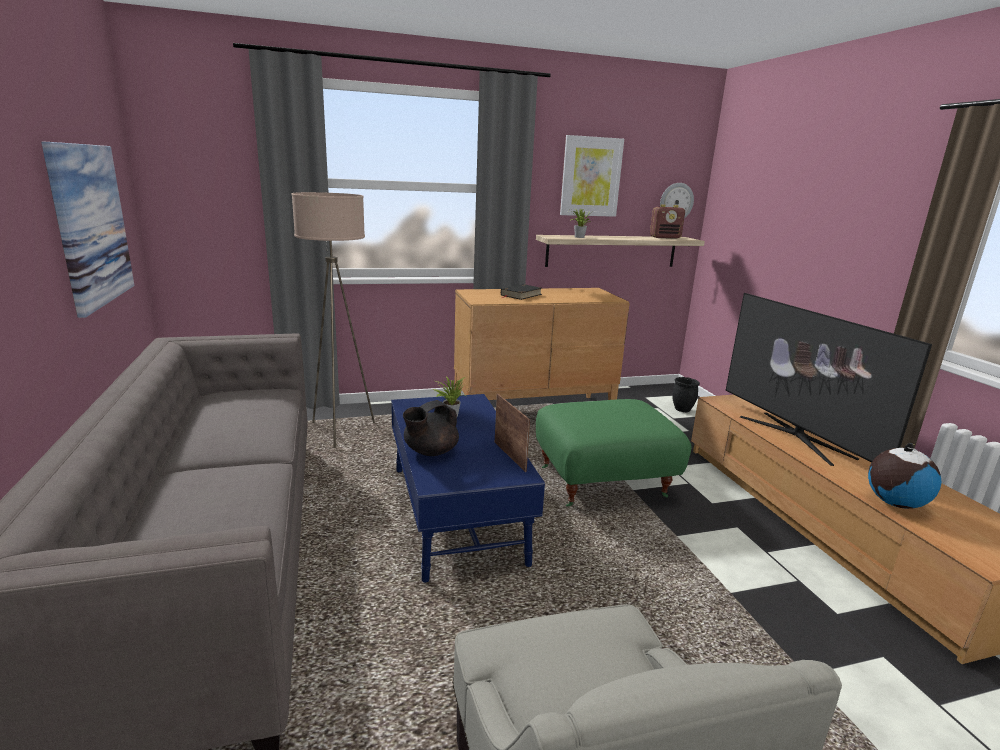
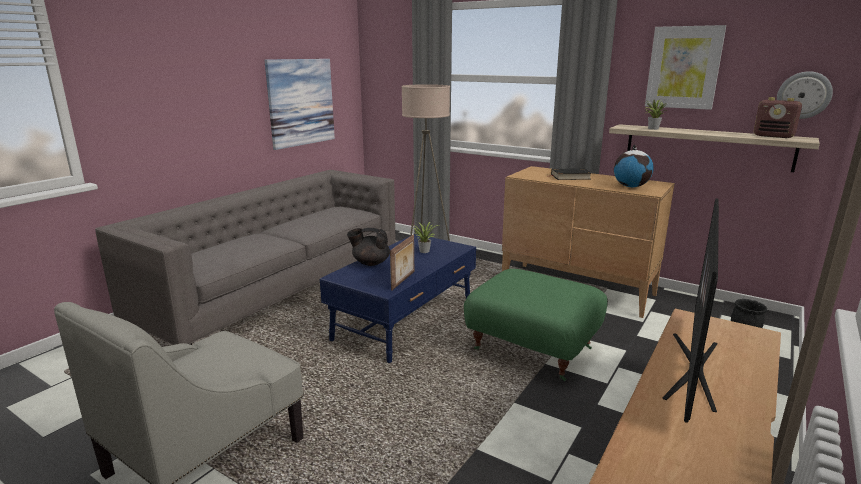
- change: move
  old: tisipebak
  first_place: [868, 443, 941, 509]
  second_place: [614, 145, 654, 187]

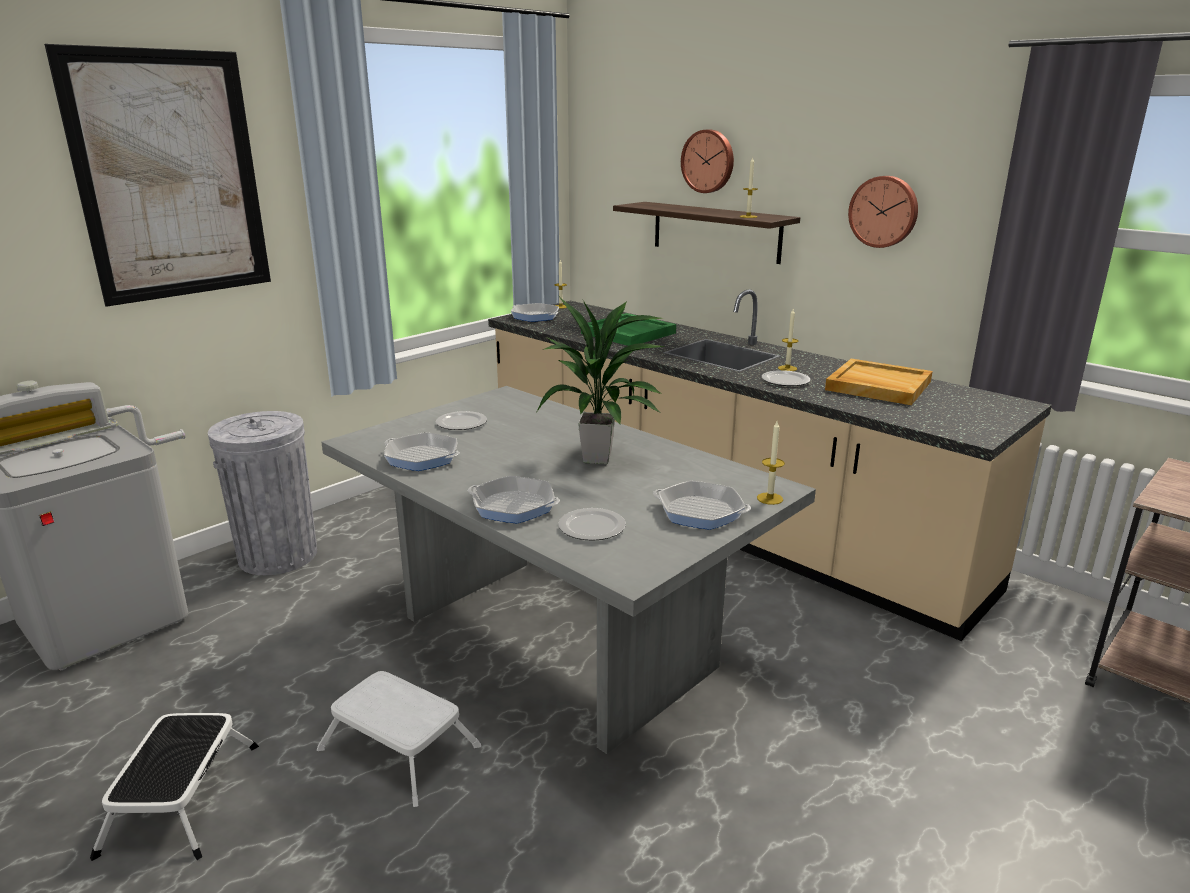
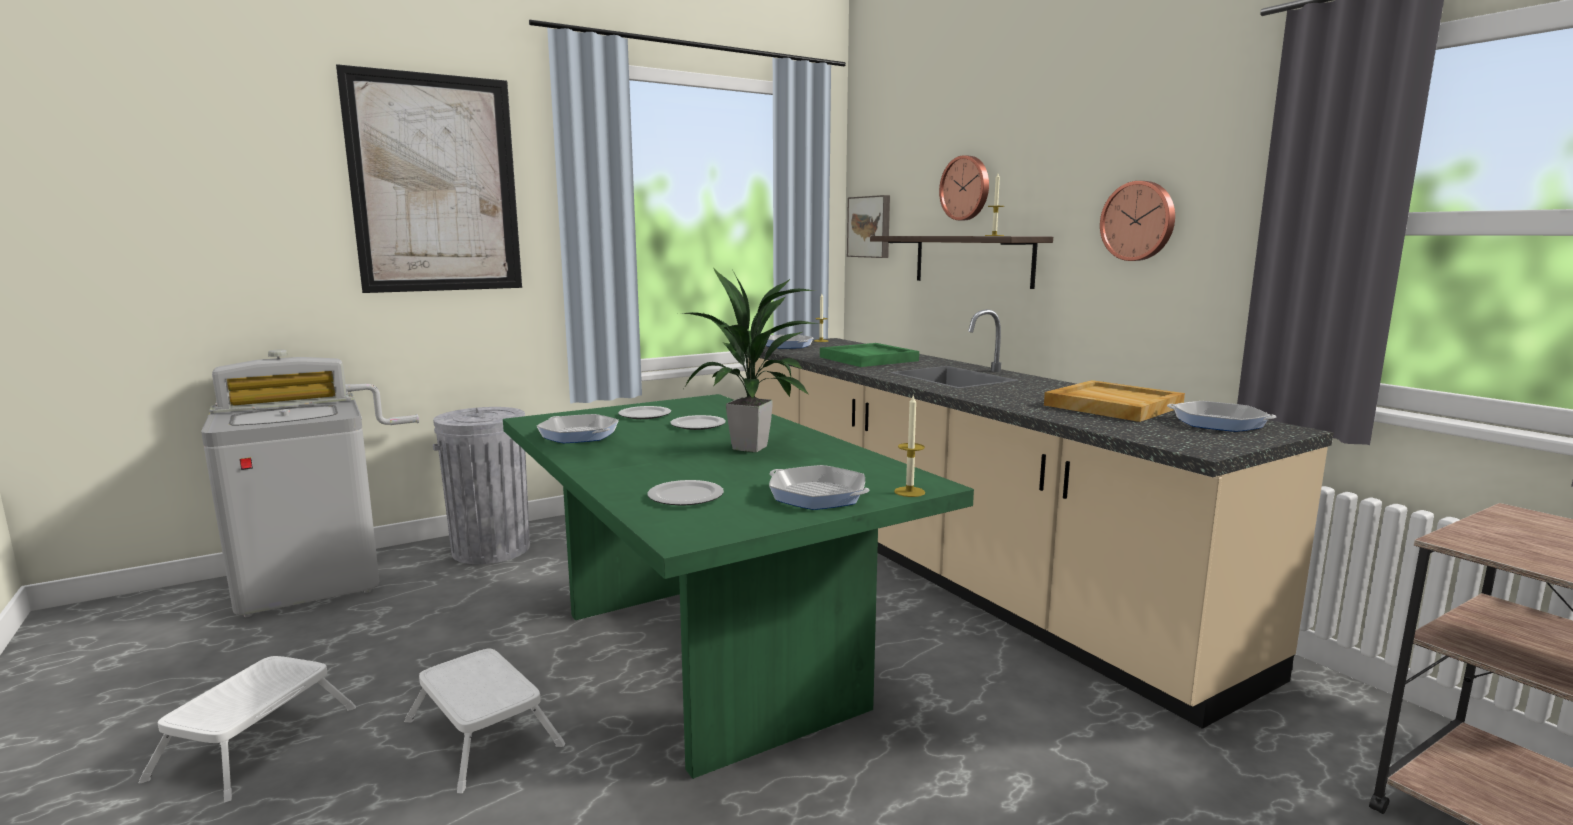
- change: recolor
  old: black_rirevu
  new: white_rirevu
  first_place: [90, 713, 259, 861]
  second_place: [139, 656, 356, 802]
- change: recolor
  old: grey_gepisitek
  new: green_gepisitek
  first_place: [321, 386, 816, 754]
  second_place: [503, 394, 974, 779]
- change: move
  old: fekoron
  first_place: [468, 476, 560, 524]
  second_place: [1167, 401, 1276, 432]
- change: move
  old: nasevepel
  first_place: [762, 370, 810, 386]
  second_place: [670, 415, 726, 430]
- change: delete
  old: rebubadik
  first_place: [778, 309, 799, 371]
- change: insert
  new: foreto
  second_place: [847, 195, 890, 258]

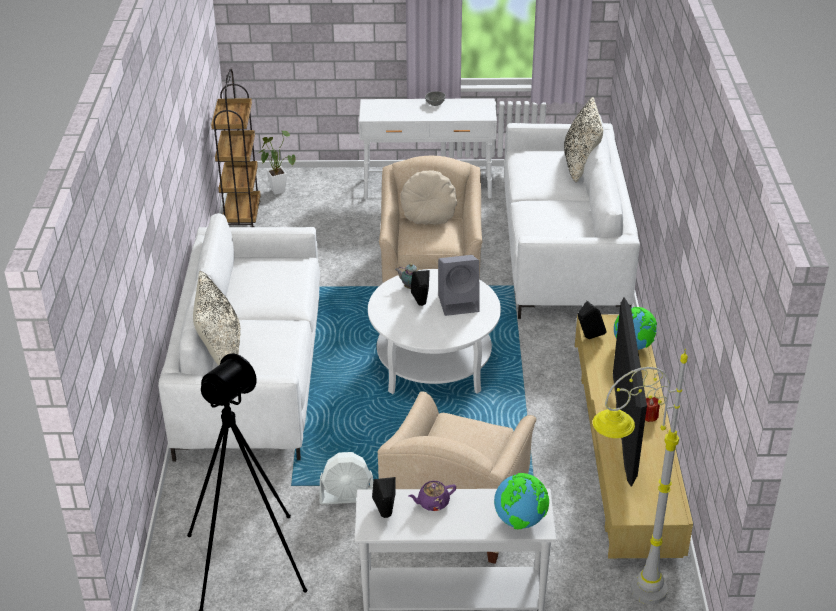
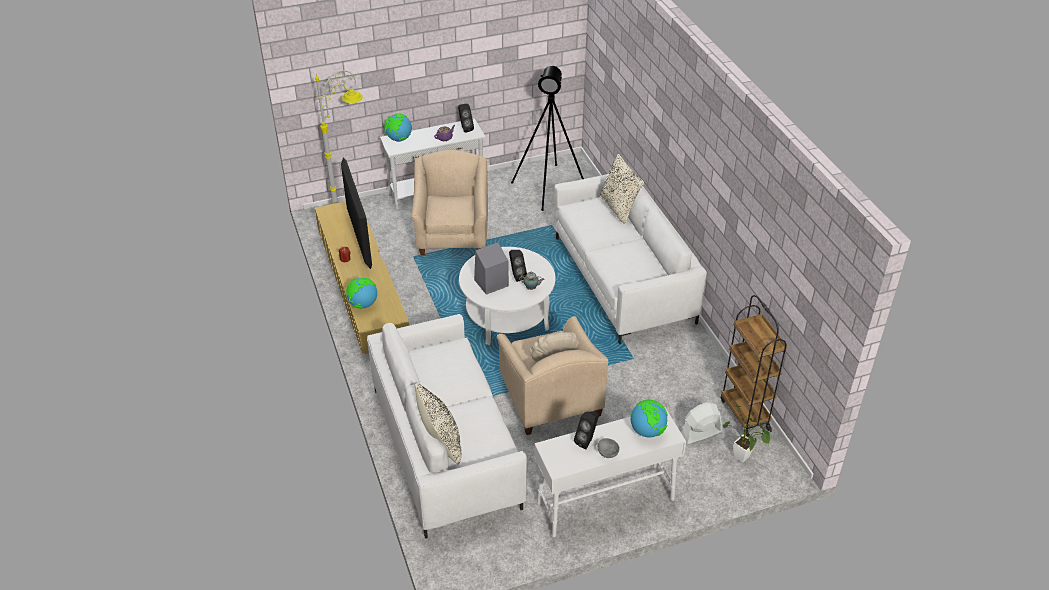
- change: move
  old: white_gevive
  first_place: [319, 452, 373, 504]
  second_place: [681, 402, 722, 444]
- change: move
  old: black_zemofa
  first_place: [578, 301, 606, 339]
  second_place: [574, 411, 599, 449]
- change: insert
  new: tisipebak
  second_place: [630, 400, 668, 437]

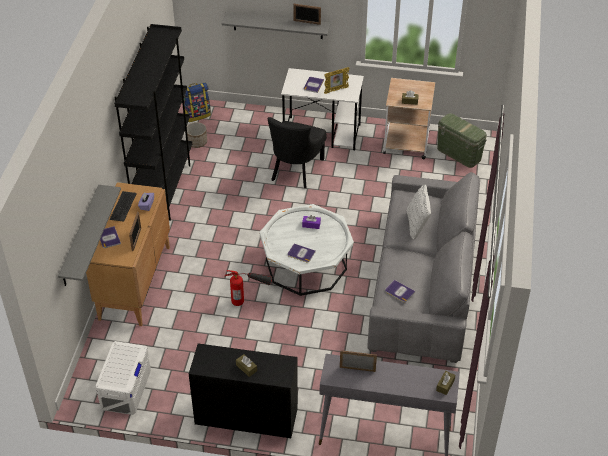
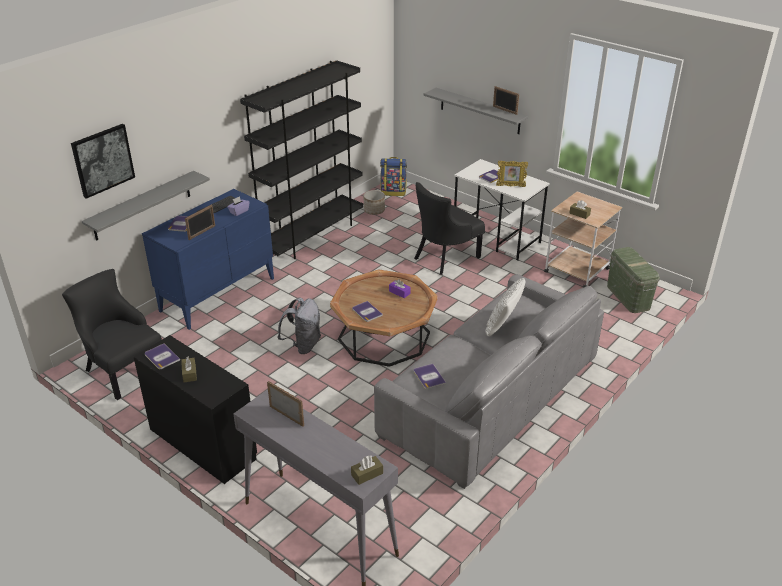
- change: recolor
  old: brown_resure
  new: blue_resure
  first_place: [86, 182, 170, 326]
  second_place: [142, 189, 274, 330]
- change: replace
  old: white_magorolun
  new: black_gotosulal
  first_place: [96, 341, 151, 415]
  second_place: [62, 269, 162, 400]
- change: replace
  old: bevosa
  new: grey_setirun
  first_place: [225, 270, 272, 306]
  second_place: [277, 298, 321, 354]
- change: recolor
  old: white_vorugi
  new: brown_vorugi
  first_place: [259, 204, 354, 296]
  second_place: [330, 269, 438, 367]
- change: insert
  new: foreto
  second_place: [71, 124, 135, 199]
- change: insert
  new: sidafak
  second_place: [145, 344, 180, 369]

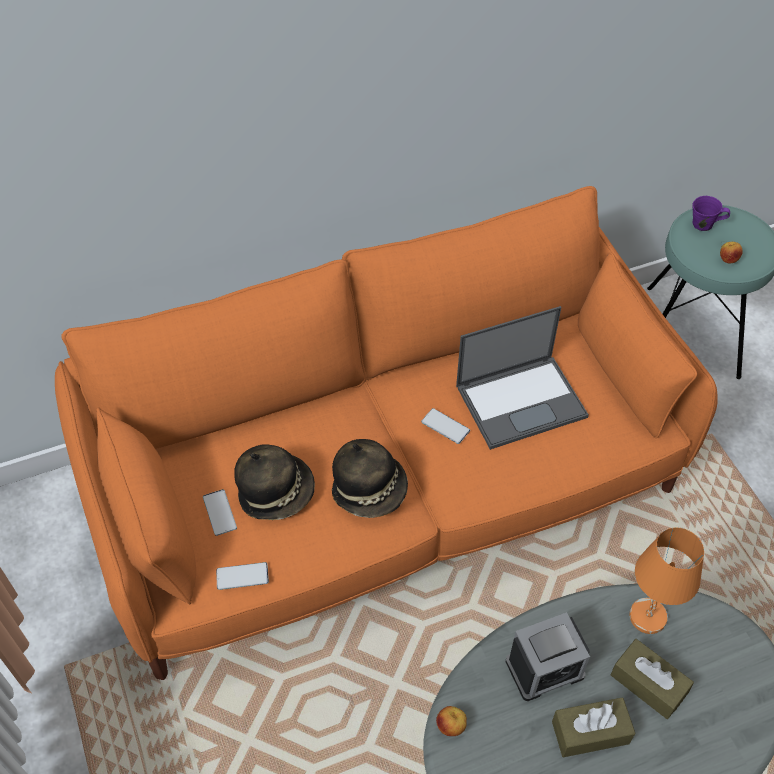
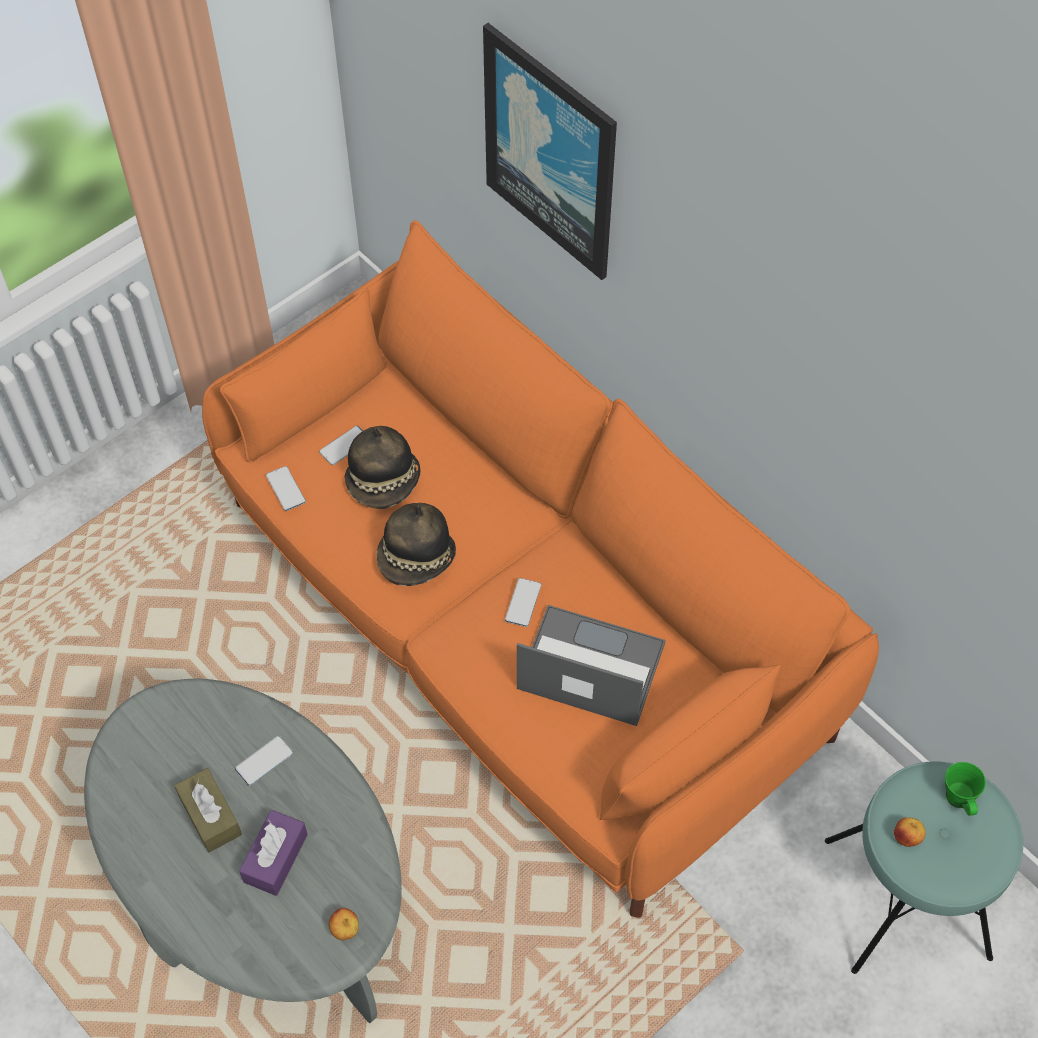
- change: move
  old: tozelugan
  first_place: [436, 706, 467, 736]
  second_place: [329, 908, 359, 940]
- change: rotate
  old: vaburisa
  first_place: [456, 306, 589, 450]
  second_place: [517, 605, 666, 726]
  degrees: 150
- change: replace
  old: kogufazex
  new: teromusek
  first_place: [506, 612, 590, 701]
  second_place: [235, 736, 293, 786]
- change: recolor
  old: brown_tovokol
  new: purple_tovokol
  first_place: [610, 639, 694, 719]
  second_place: [239, 810, 308, 896]
- change: delete
  old: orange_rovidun
  first_place: [629, 527, 704, 634]
- change: recolor
  old: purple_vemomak
  new: green_vemomak
  first_place: [692, 196, 730, 231]
  second_place: [945, 762, 986, 816]
- change: insert
  new: foreto
  second_place: [483, 23, 617, 280]

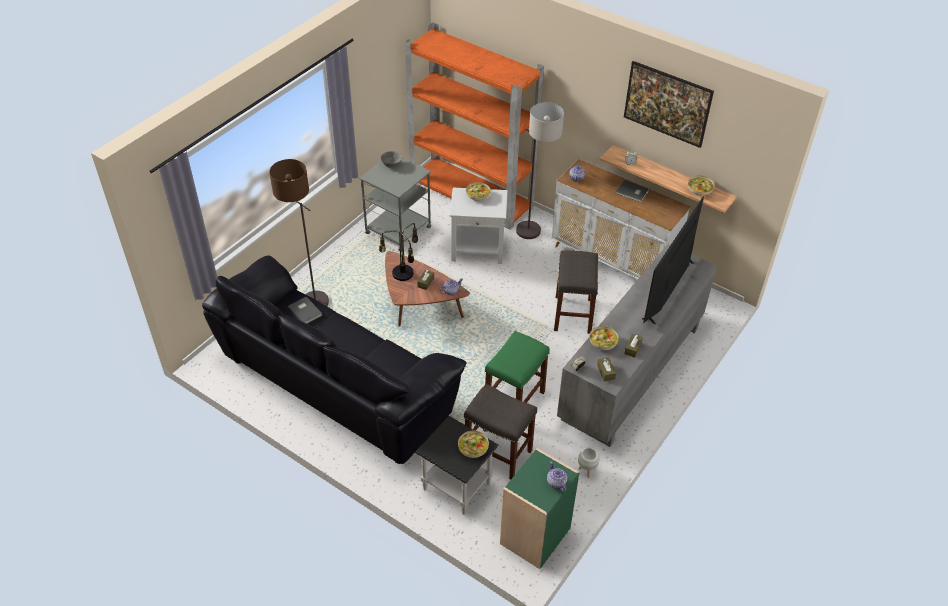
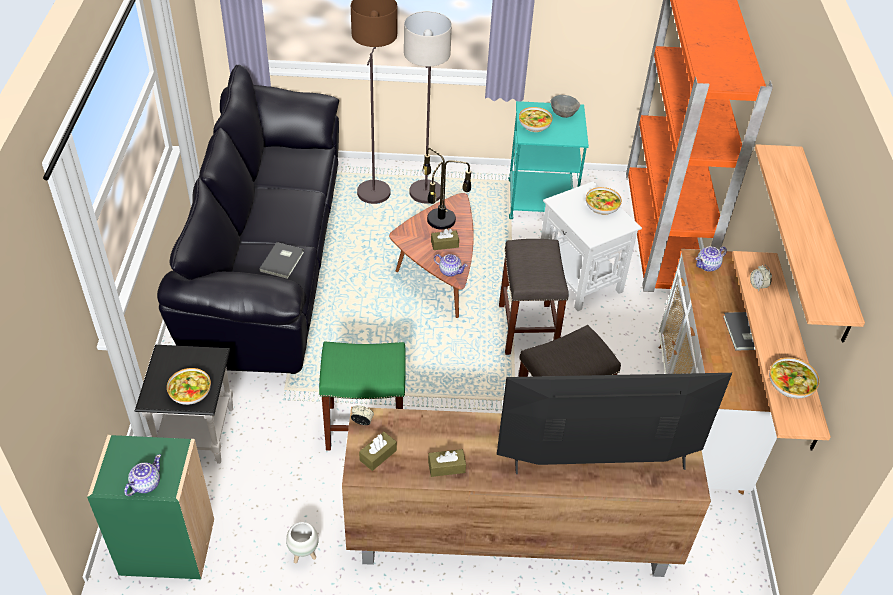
- change: move
  old: grey_sidafak
  first_place: [288, 297, 323, 324]
  second_place: [259, 242, 304, 279]
- change: recolor
  old: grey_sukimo
  new: turquoise_sukimo
  first_place: [359, 158, 431, 252]
  second_place: [508, 101, 589, 219]
- change: move
  old: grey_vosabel
  first_place: [464, 384, 537, 480]
  second_place: [499, 239, 569, 355]
- change: move
  old: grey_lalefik
  first_place: [516, 102, 564, 239]
  second_place: [404, 11, 452, 204]
- change: recolor
  old: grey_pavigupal
  new: brown_pavigupal
  first_place: [557, 244, 717, 447]
  second_place: [342, 407, 711, 577]
- change: move
  old: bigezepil
  first_place: [589, 326, 619, 350]
  second_place: [519, 107, 553, 132]
- change: replace
  old: foreto
  new: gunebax
  first_place: [624, 61, 714, 148]
  second_place: [755, 144, 865, 343]

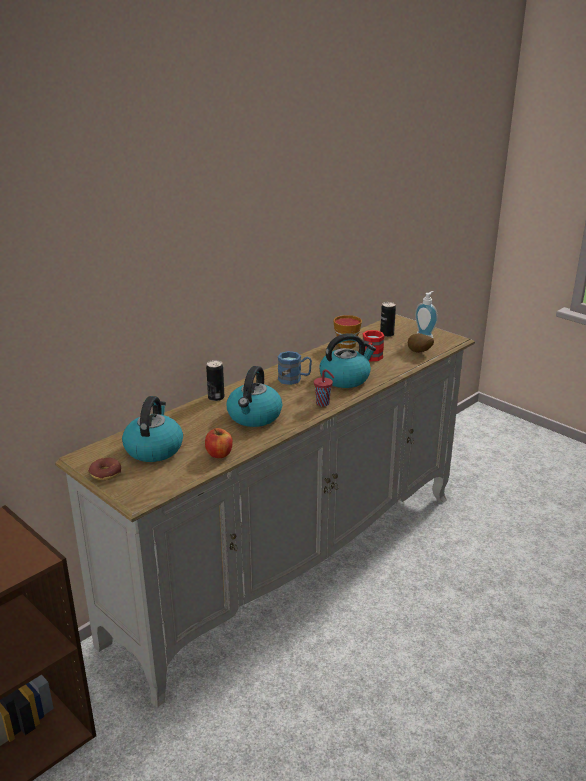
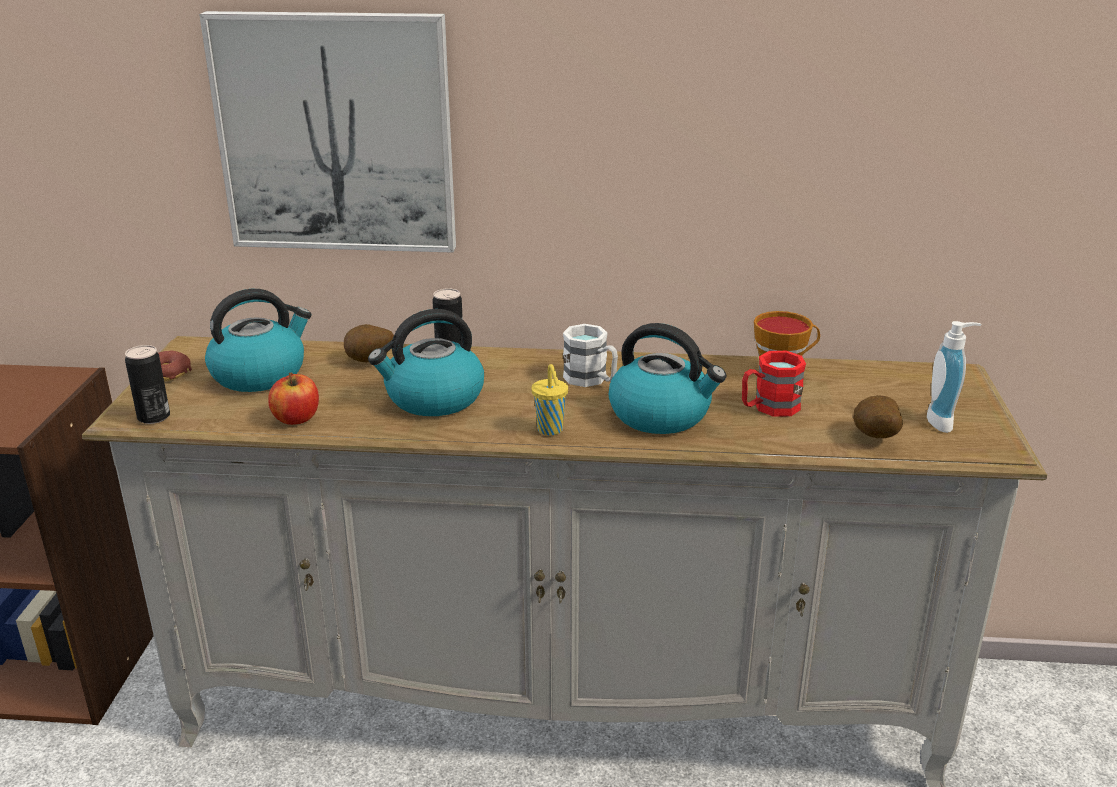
- change: recolor
  old: blue_vemomak
  new: white_vemomak
  first_place: [278, 351, 312, 385]
  second_place: [563, 324, 618, 387]
- change: recolor
  old: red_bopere
  new: yellow_bopere
  first_place: [314, 369, 334, 406]
  second_place: [531, 364, 568, 435]
- change: move
  old: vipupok
  first_place: [380, 302, 396, 337]
  second_place: [125, 345, 170, 424]
- change: insert
  new: foreto
  second_place: [199, 11, 456, 253]
- change: insert
  new: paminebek
  second_place: [344, 324, 394, 363]

